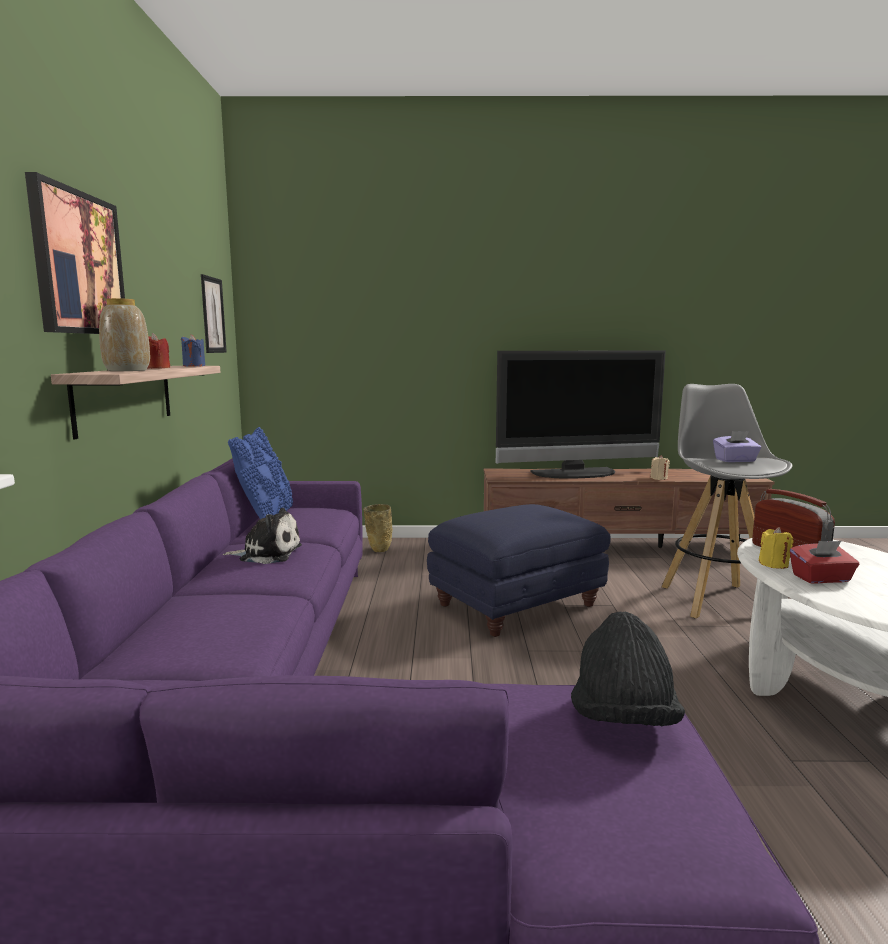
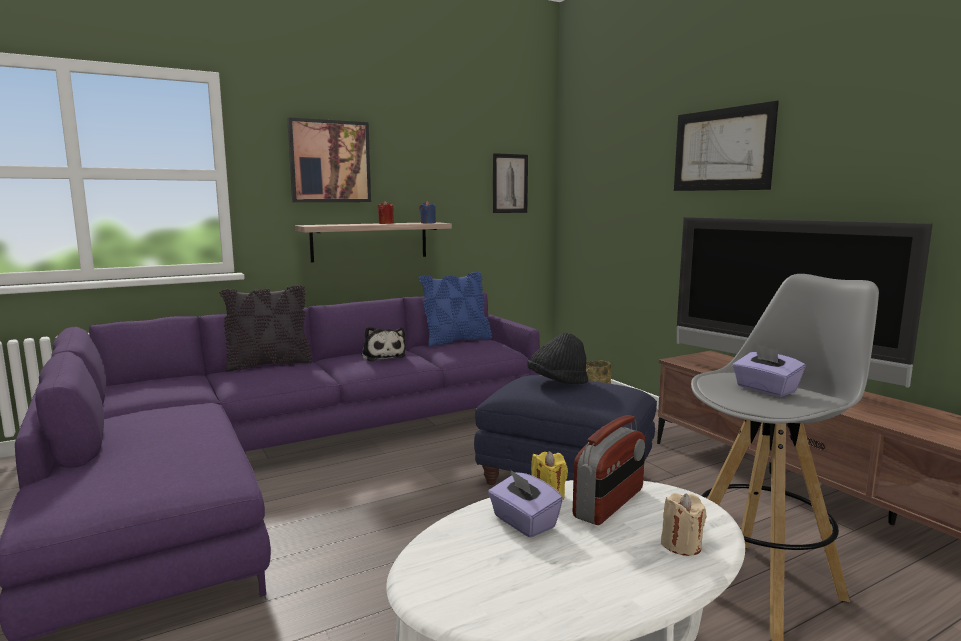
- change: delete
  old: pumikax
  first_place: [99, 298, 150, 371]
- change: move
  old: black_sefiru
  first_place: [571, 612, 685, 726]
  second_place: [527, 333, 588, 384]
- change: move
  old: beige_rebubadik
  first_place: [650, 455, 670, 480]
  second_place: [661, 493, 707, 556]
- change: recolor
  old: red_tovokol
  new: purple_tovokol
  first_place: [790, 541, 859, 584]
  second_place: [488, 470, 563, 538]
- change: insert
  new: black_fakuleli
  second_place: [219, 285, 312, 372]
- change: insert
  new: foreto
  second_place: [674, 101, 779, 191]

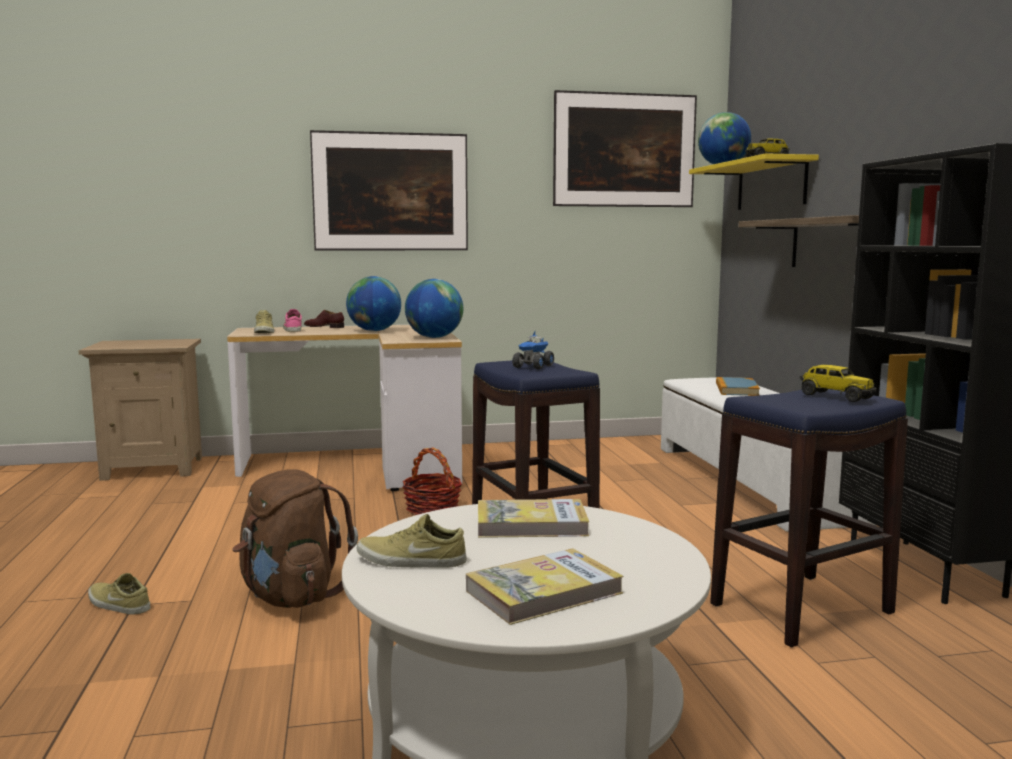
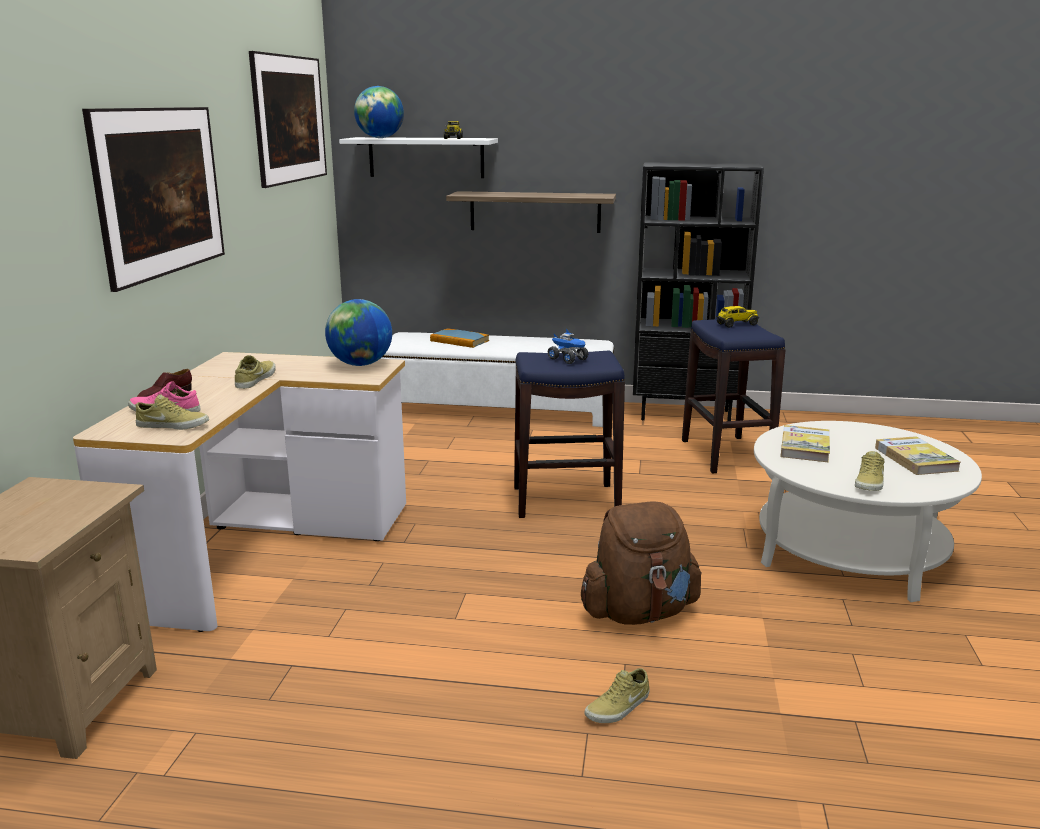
- change: replace
  old: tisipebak
  new: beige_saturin
  first_place: [346, 276, 401, 331]
  second_place: [235, 355, 276, 389]
- change: delete
  old: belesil
  first_place: [402, 447, 462, 515]
- change: recolor
  old: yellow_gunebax
  new: white_gunebax
  first_place: [689, 153, 819, 210]
  second_place: [339, 137, 498, 178]

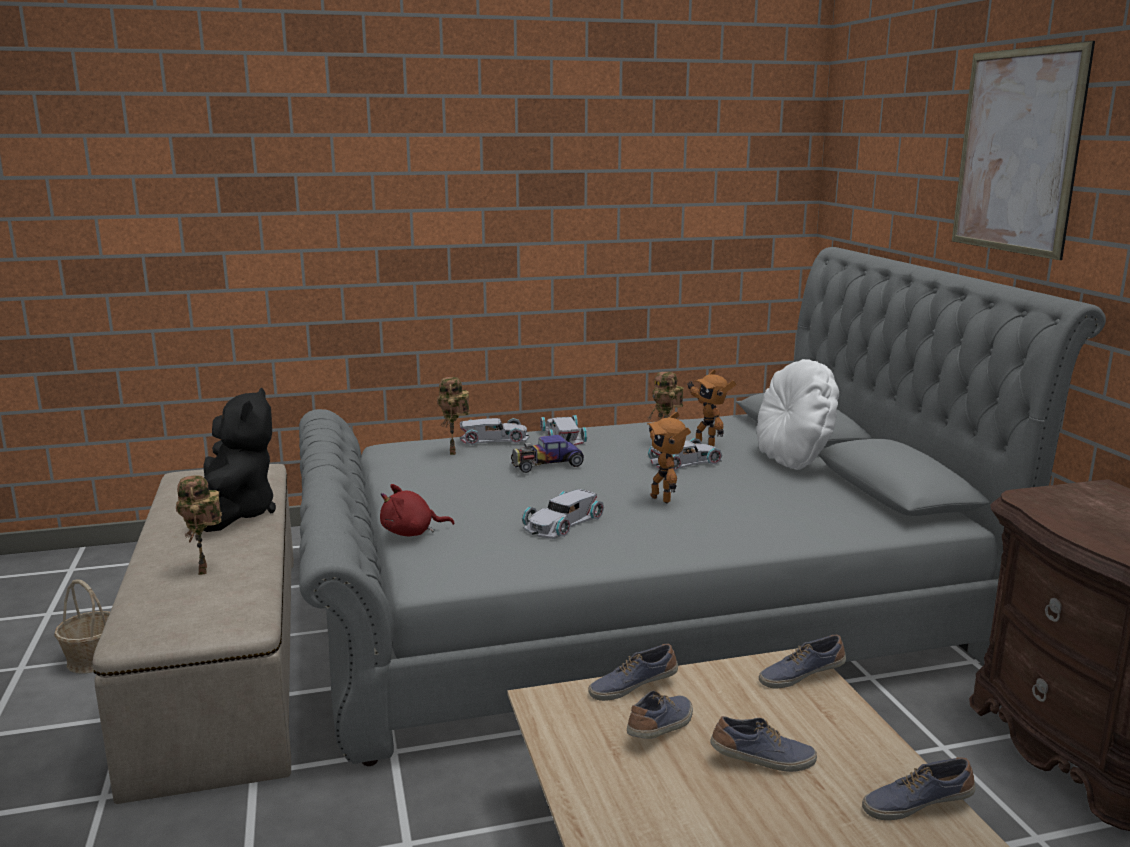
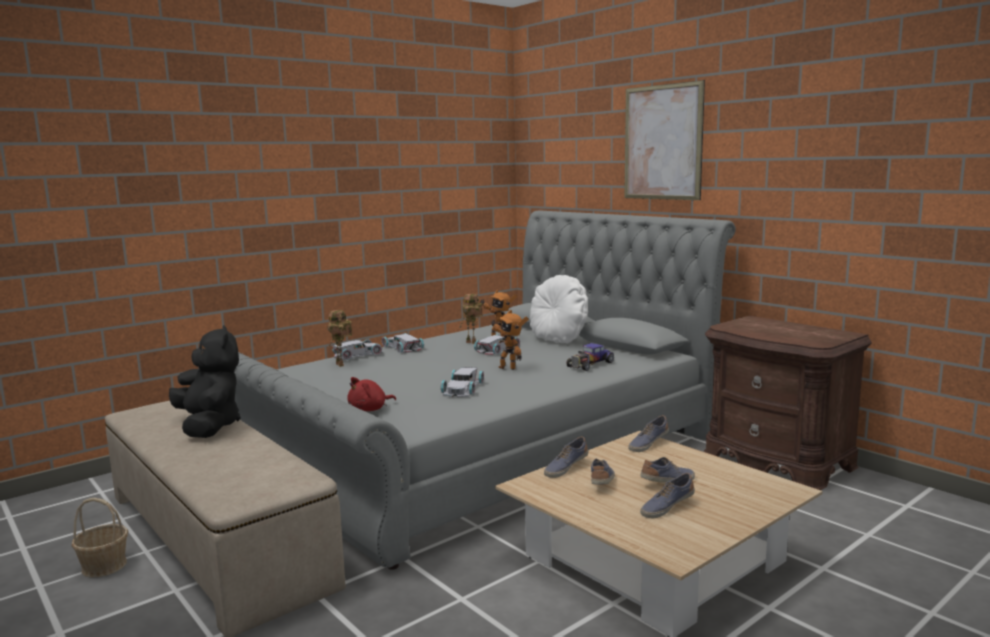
- change: delete
  old: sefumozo
  first_place: [176, 475, 222, 575]
- change: move
  old: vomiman
  first_place: [511, 435, 584, 473]
  second_place: [566, 343, 614, 371]
- change: move
  old: saturin
  first_place: [862, 757, 975, 820]
  second_place: [640, 473, 695, 518]

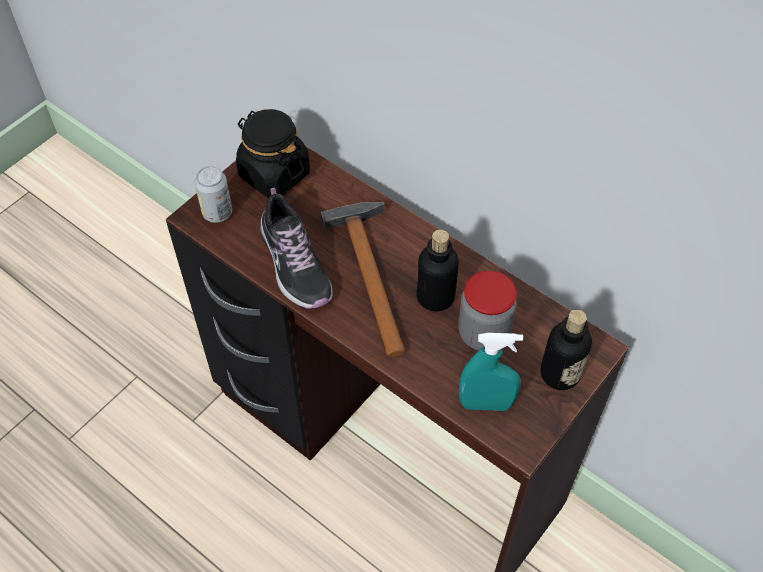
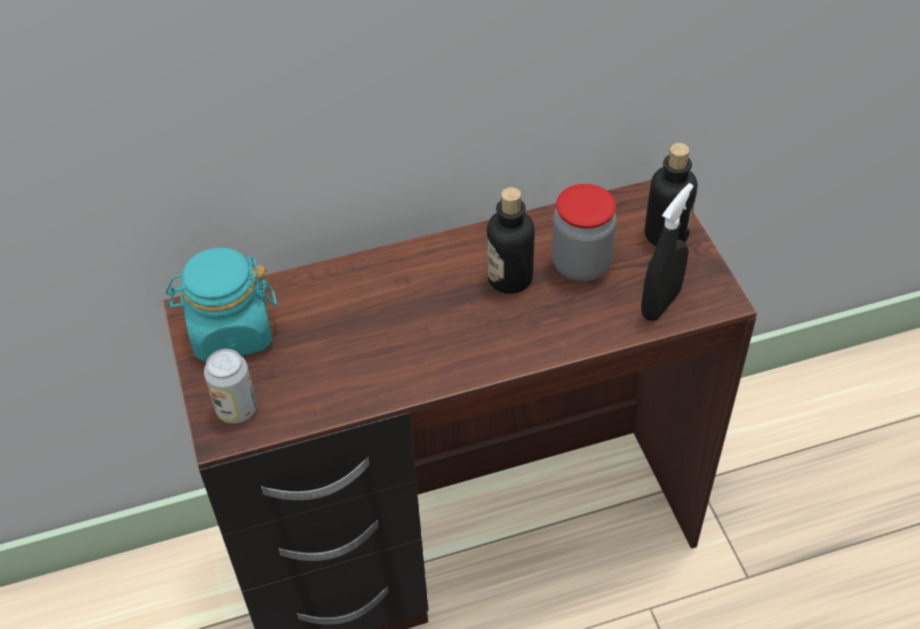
- change: recolor
  old: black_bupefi
  new: turquoise_bupefi
  first_place: [236, 109, 310, 198]
  second_place: [165, 248, 277, 362]
- change: delete
  old: saturin
  first_place: [260, 188, 333, 309]
- change: delete
  old: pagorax
  first_place: [321, 202, 405, 357]
- change: recolor
  old: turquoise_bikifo
  new: black_bikifo
  first_place: [459, 333, 523, 411]
  second_place: [641, 183, 693, 321]

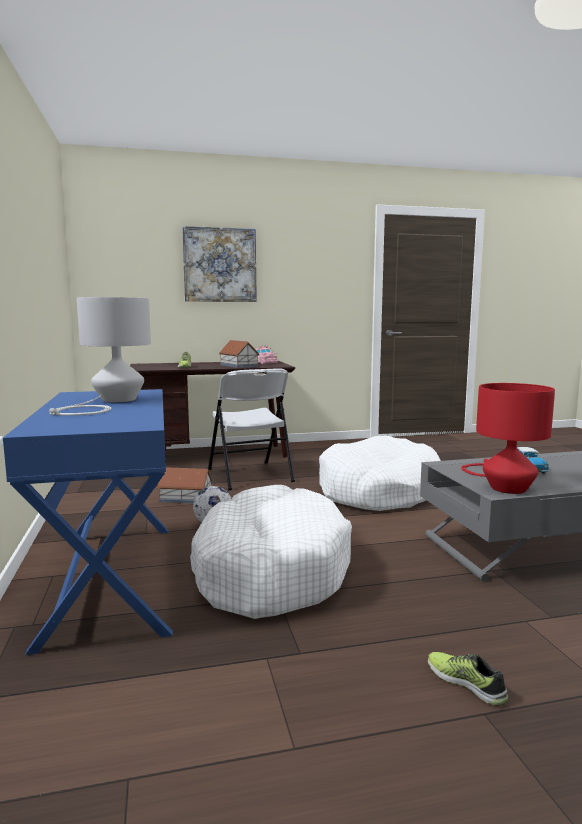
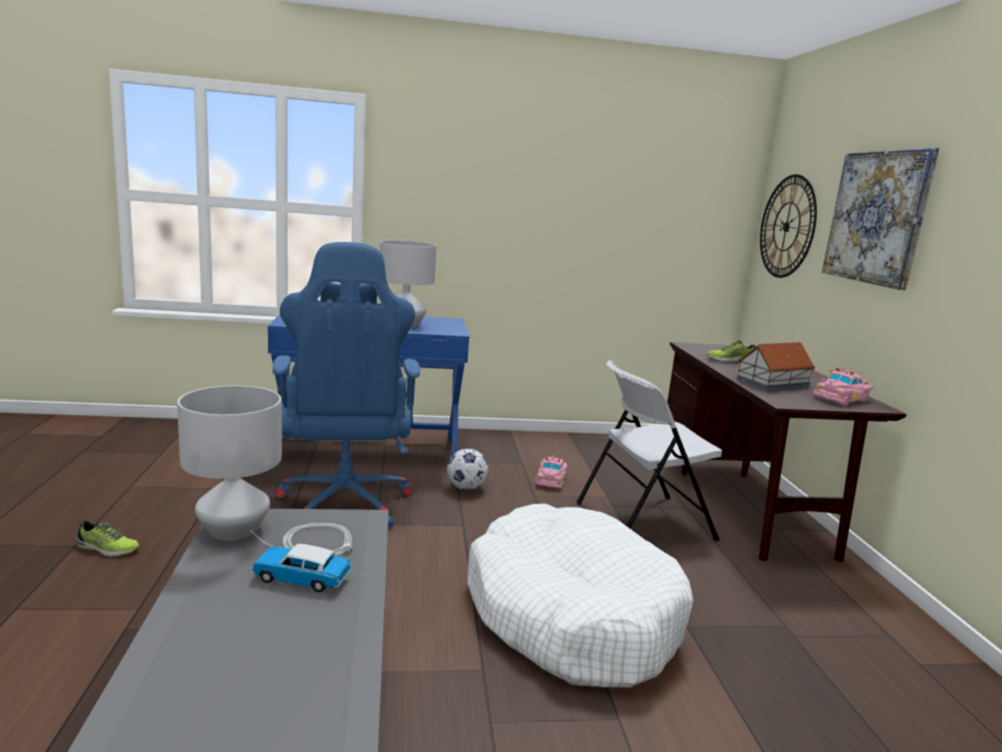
- change: replace
  old: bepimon
  new: pink_vomiman
  first_place: [157, 468, 213, 503]
  second_place: [535, 455, 567, 489]
- change: replace
  old: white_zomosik
  new: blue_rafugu
  first_place: [190, 485, 352, 619]
  second_place: [273, 242, 420, 528]
- change: rotate
  old: saturin
  first_place: [428, 652, 508, 706]
  second_place: [76, 520, 140, 557]
  degrees: 45
- change: recolor
  old: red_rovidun
  new: grey_rovidun
  first_place: [461, 383, 555, 494]
  second_place: [177, 386, 352, 556]
- change: insert
  new: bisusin
  second_place: [760, 174, 817, 278]

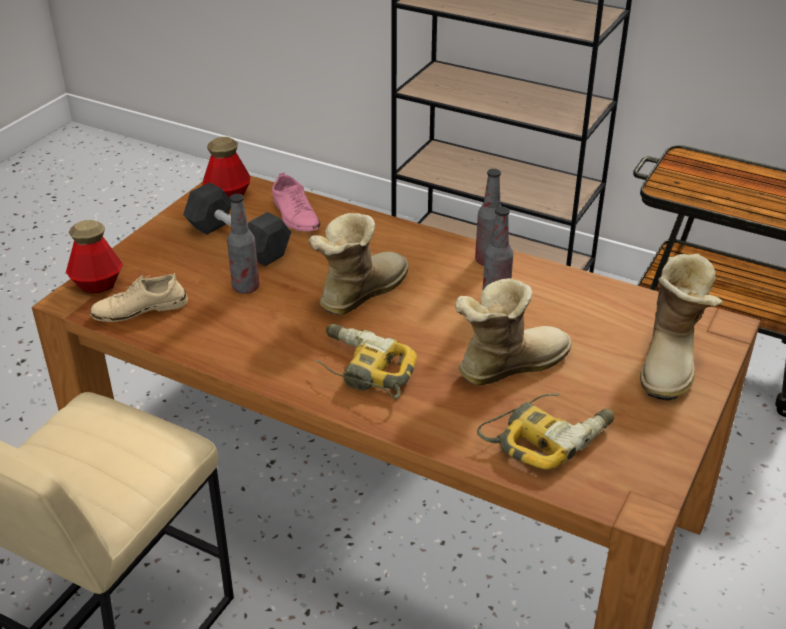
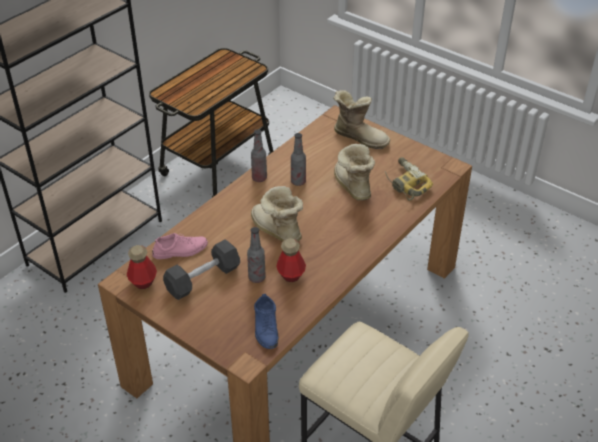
- change: move
  old: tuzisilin
  first_place: [66, 220, 123, 293]
  second_place: [276, 238, 306, 282]
- change: recolor
  old: beige_saturin
  new: blue_saturin
  first_place: [90, 273, 188, 322]
  second_place: [254, 294, 279, 349]
- change: delete
  old: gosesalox
  first_place: [315, 324, 417, 400]

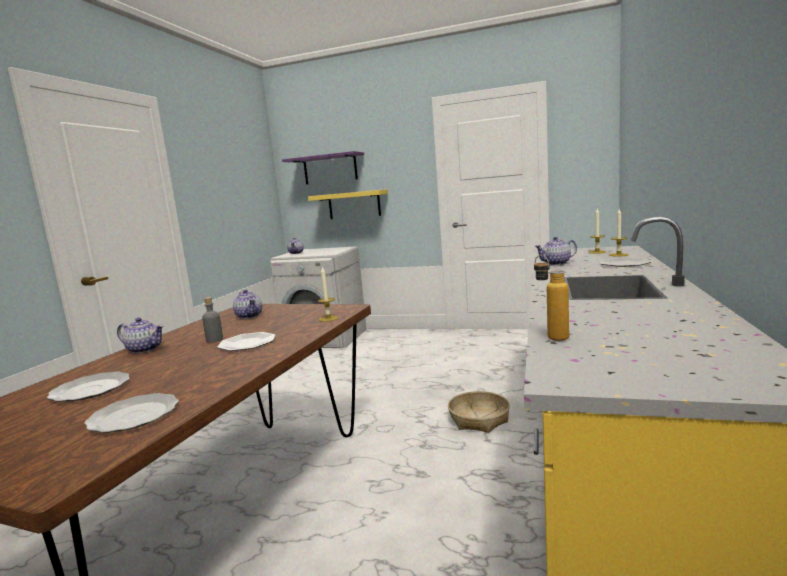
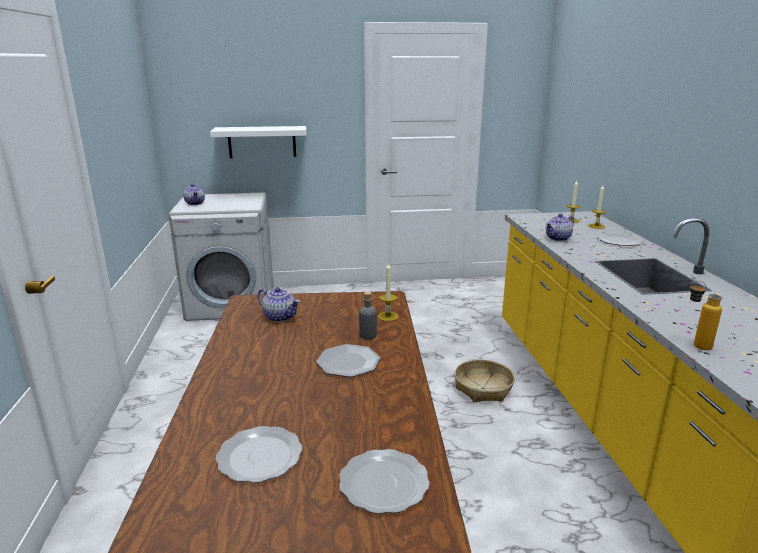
- change: delete
  old: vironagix
  first_place: [117, 318, 164, 354]
- change: move
  old: grey_tuzisilin
  first_place: [202, 297, 223, 343]
  second_place: [359, 292, 377, 340]
- change: delete
  old: purple_gunebax
  first_place: [282, 151, 364, 184]
- change: recolor
  old: yellow_gunebax
  new: white_gunebax
  first_place: [308, 189, 388, 219]
  second_place: [210, 126, 307, 158]

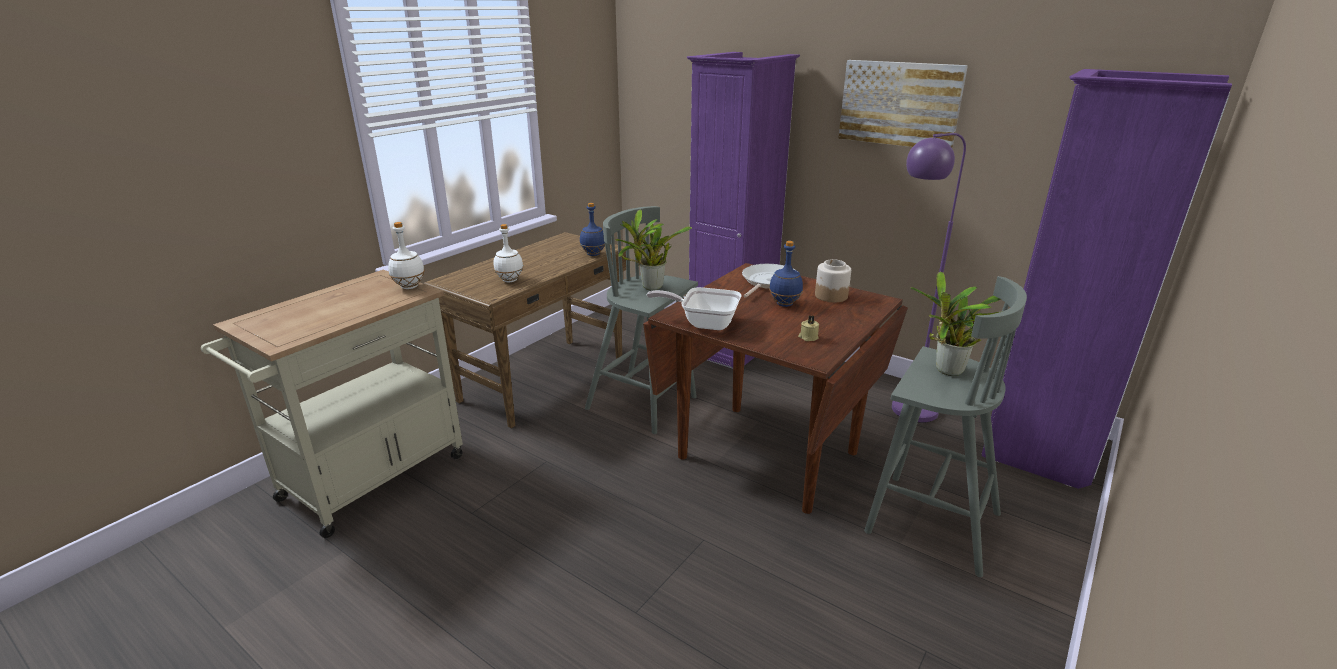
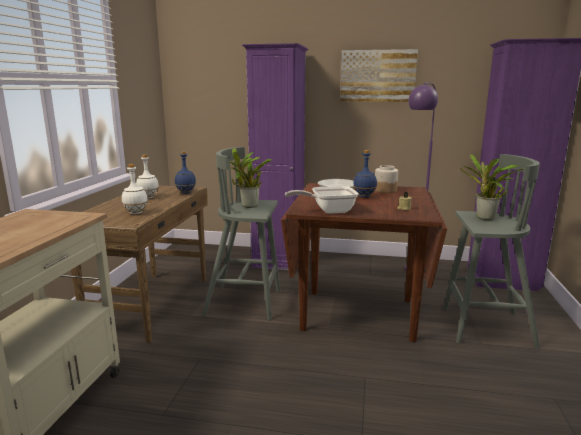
- change: move
  old: white_tuzisilin
  first_place: [388, 222, 425, 289]
  second_place: [136, 155, 159, 199]

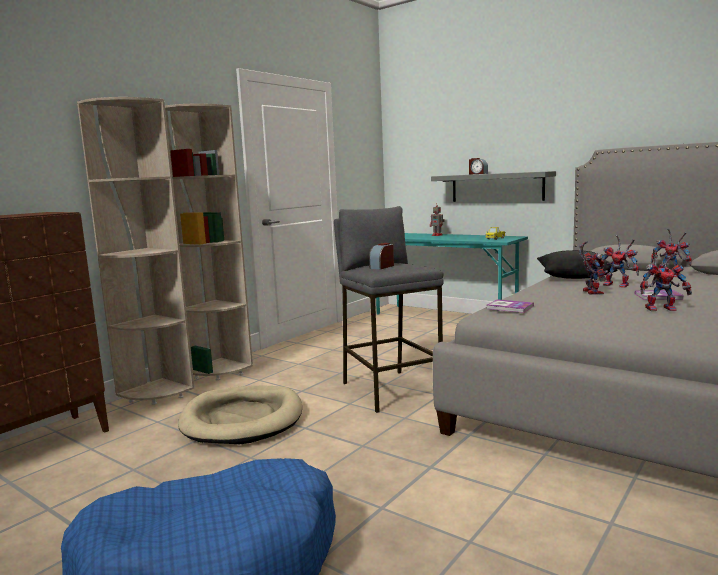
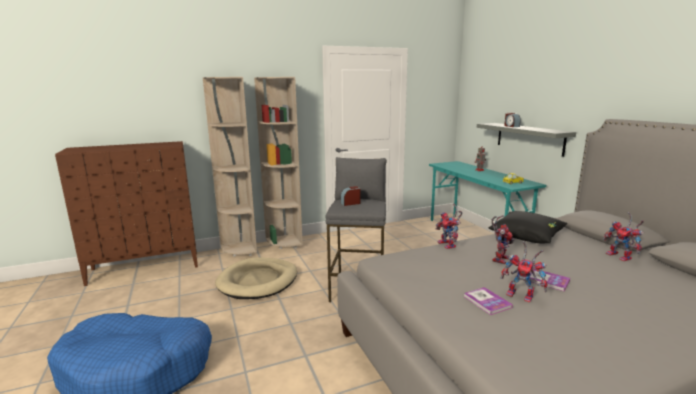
- change: move
  old: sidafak
  first_place: [487, 299, 534, 313]
  second_place: [464, 287, 513, 315]
- change: move
  old: sefumozo
  first_place: [601, 235, 639, 288]
  second_place: [436, 204, 462, 249]

